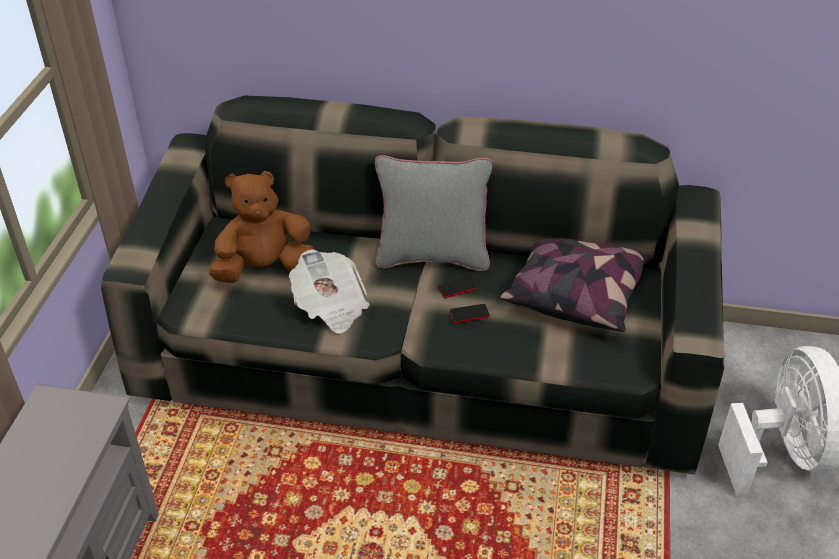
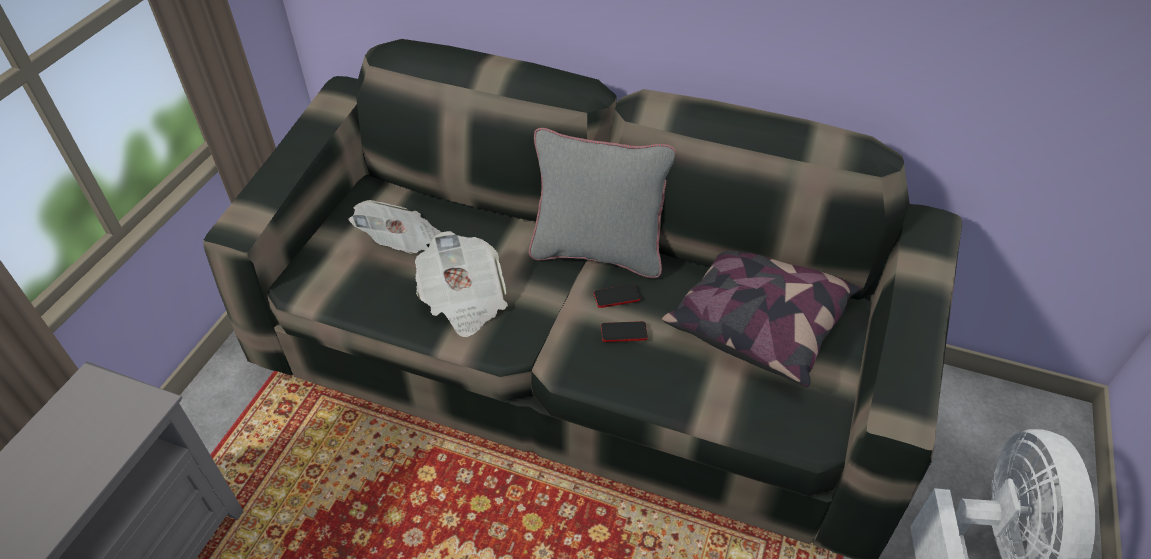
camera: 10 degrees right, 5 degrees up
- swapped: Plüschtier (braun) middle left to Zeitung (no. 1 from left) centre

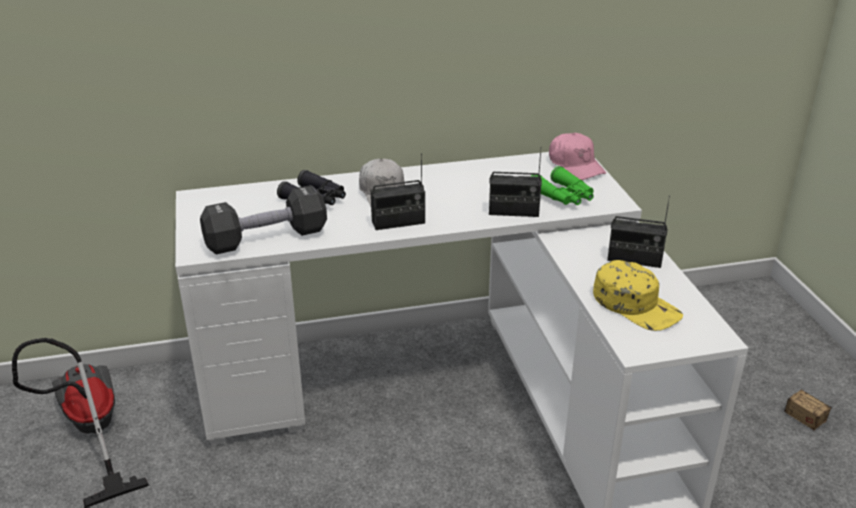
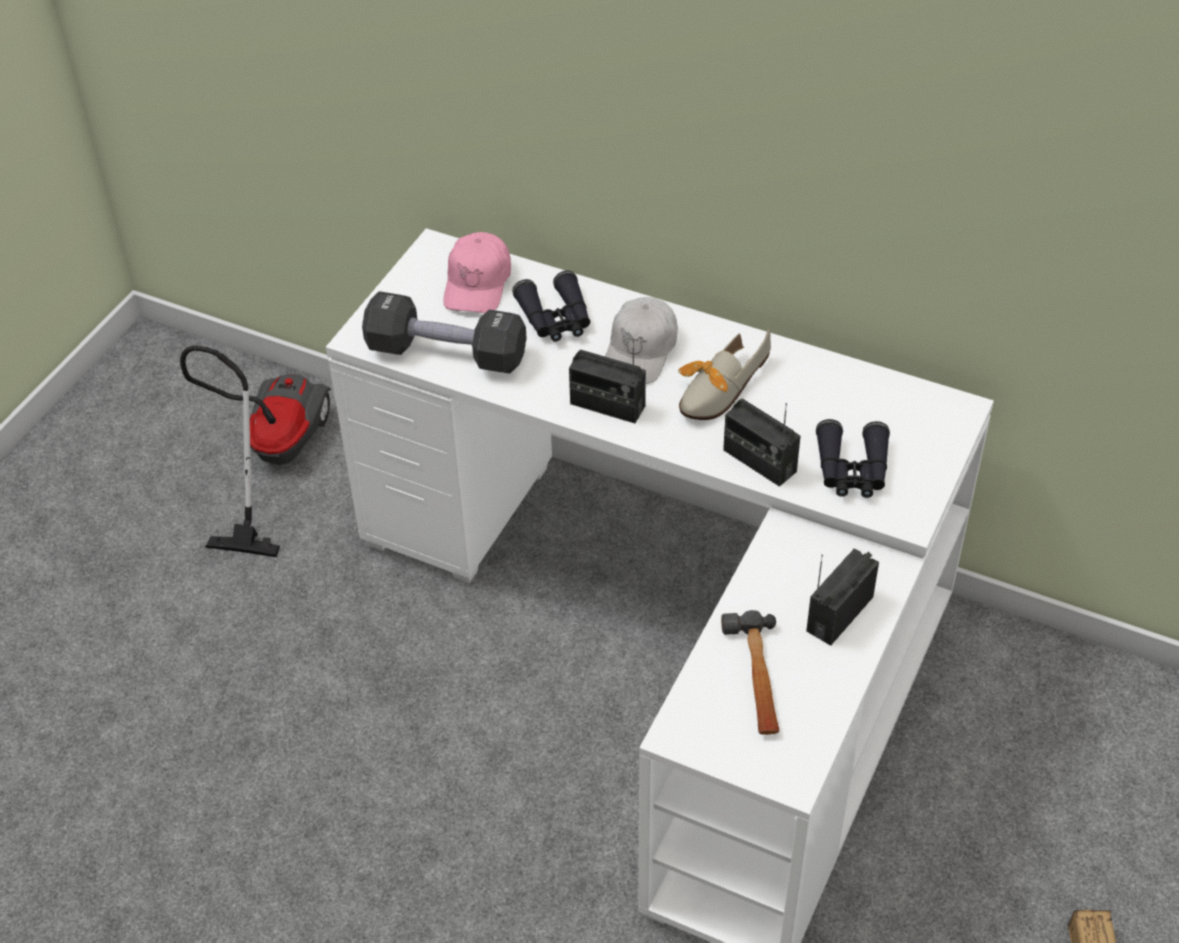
camera: 40 degrees right, 15 degrees up
- shifted: Kappe (rosa) top right to top centre
- new: Schuh centre
- swapped: Kappe (gelb) middle right to Hammer bottom centre
- rotated: Radio (no. 3 from left) middle right = middle right 75 degrees clockwise
- repainted: Fernglas (grün) centre to Fernglas (schwarz) (no. 2 from left) middle right

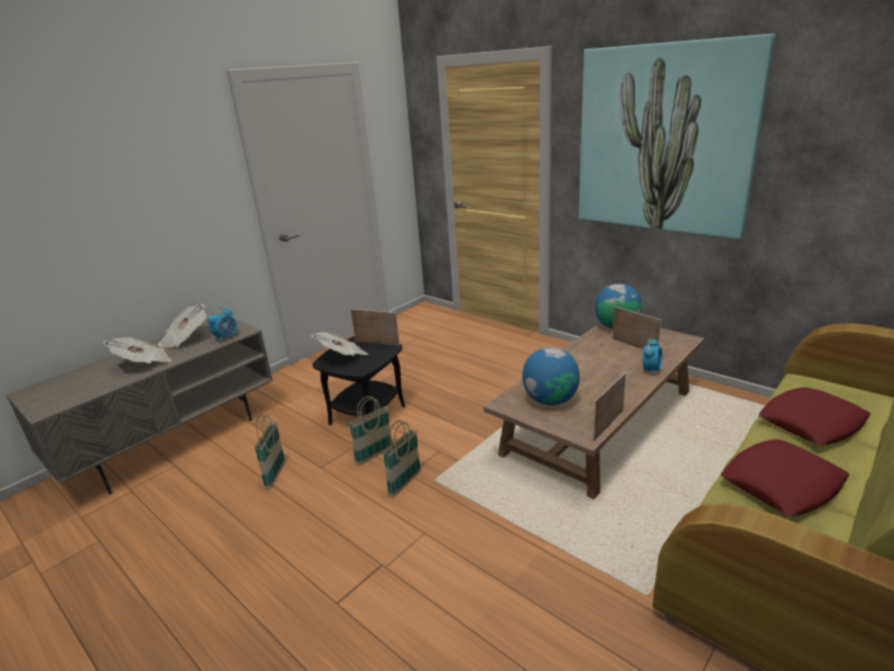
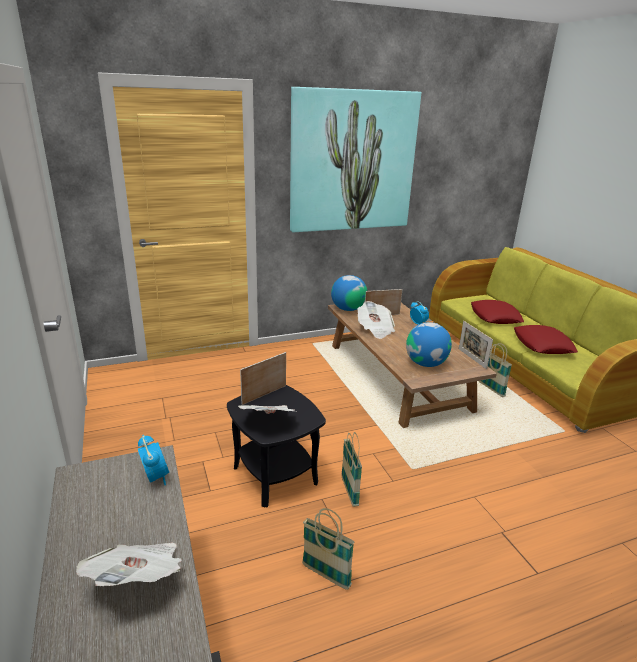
camera: 65 degrees left, 0 degrees up
- shifted: Zeitung (no. 2 from left in the first image) middle left to Zeitung (no. 3 from left) centre
- shifted: Korb (no. 3 from left) bottom centre to middle right

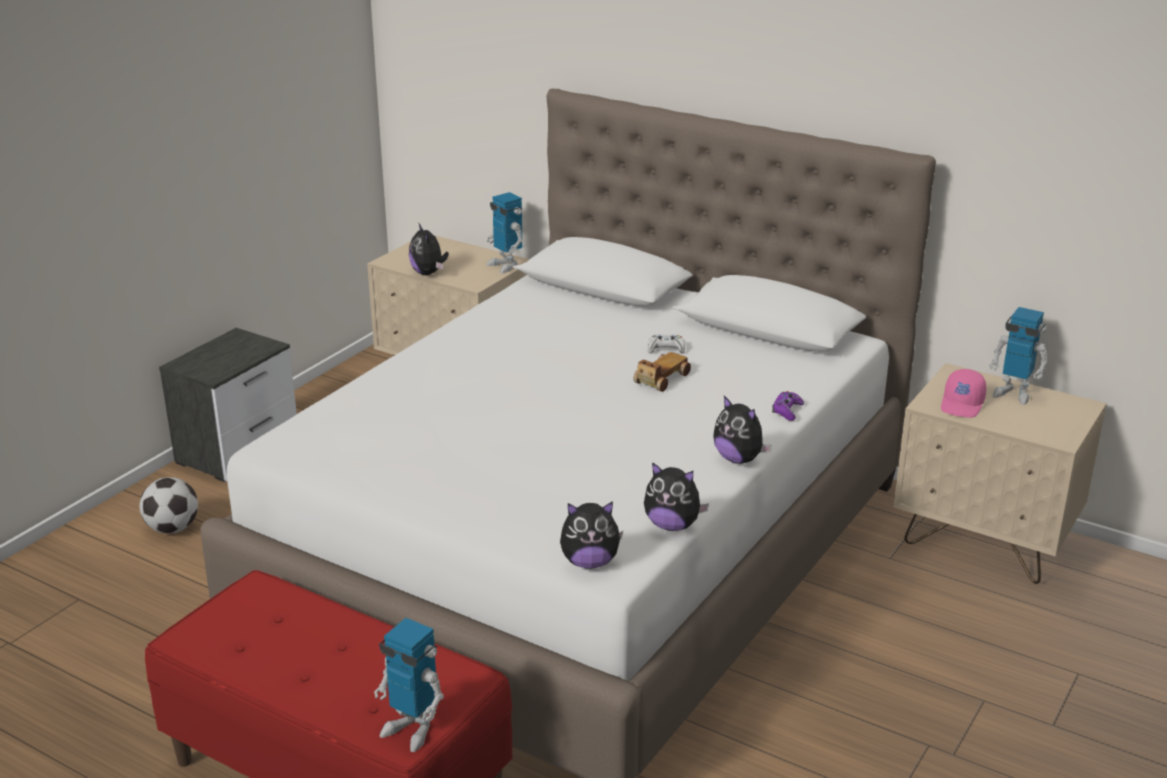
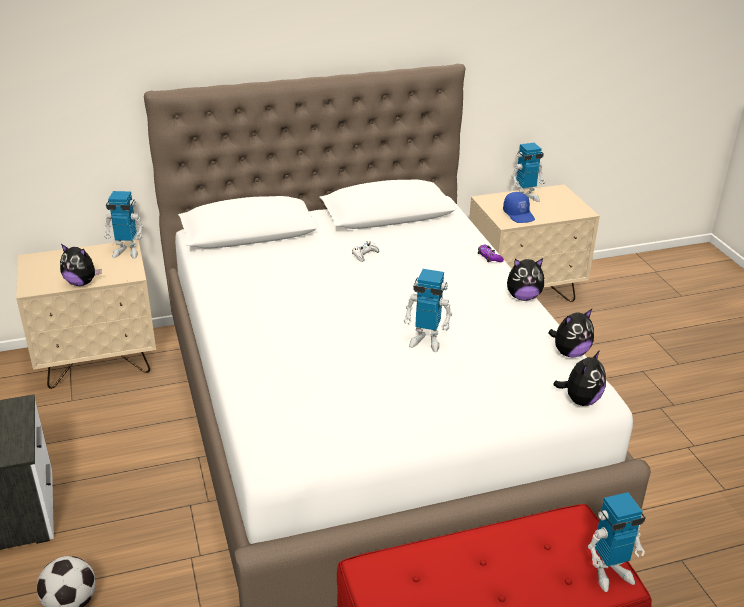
camera: 50 degrees left, 5 degrees up
- new: Spielzeugroboter (no. 2 from left) centre
- repainted: Kappe (rosa) middle right to Kappe (blau) middle right
- gone: Spielzeugauto centre

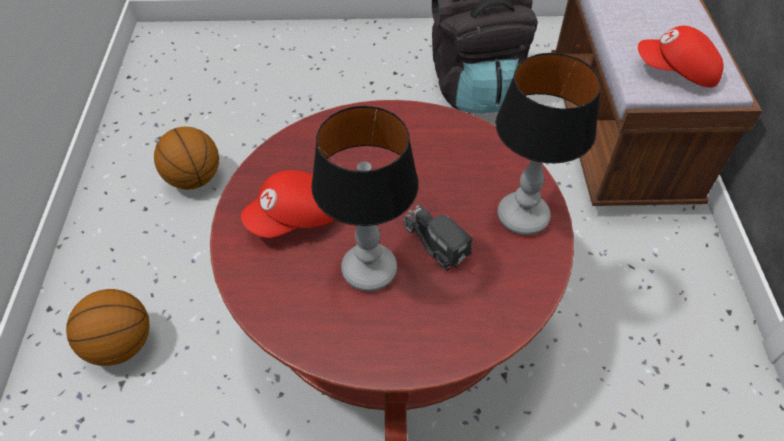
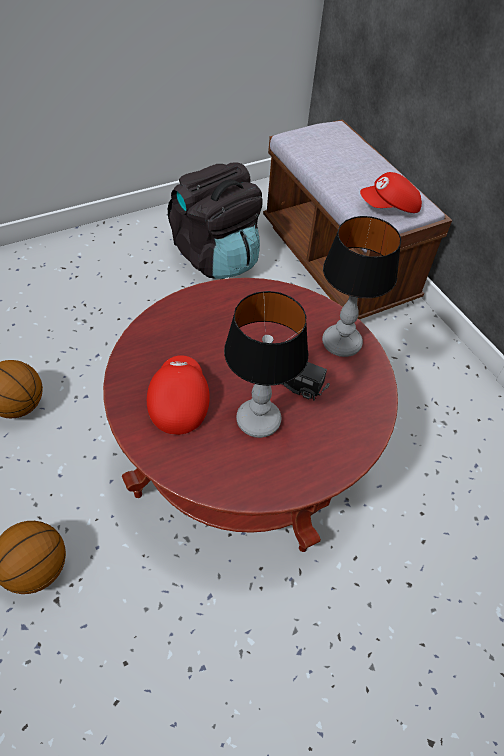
camera: 30 degrees left, 0 degrees up
- rotated: Kappe (rot) (no. 1 from left) centre = centre 150 degrees clockwise

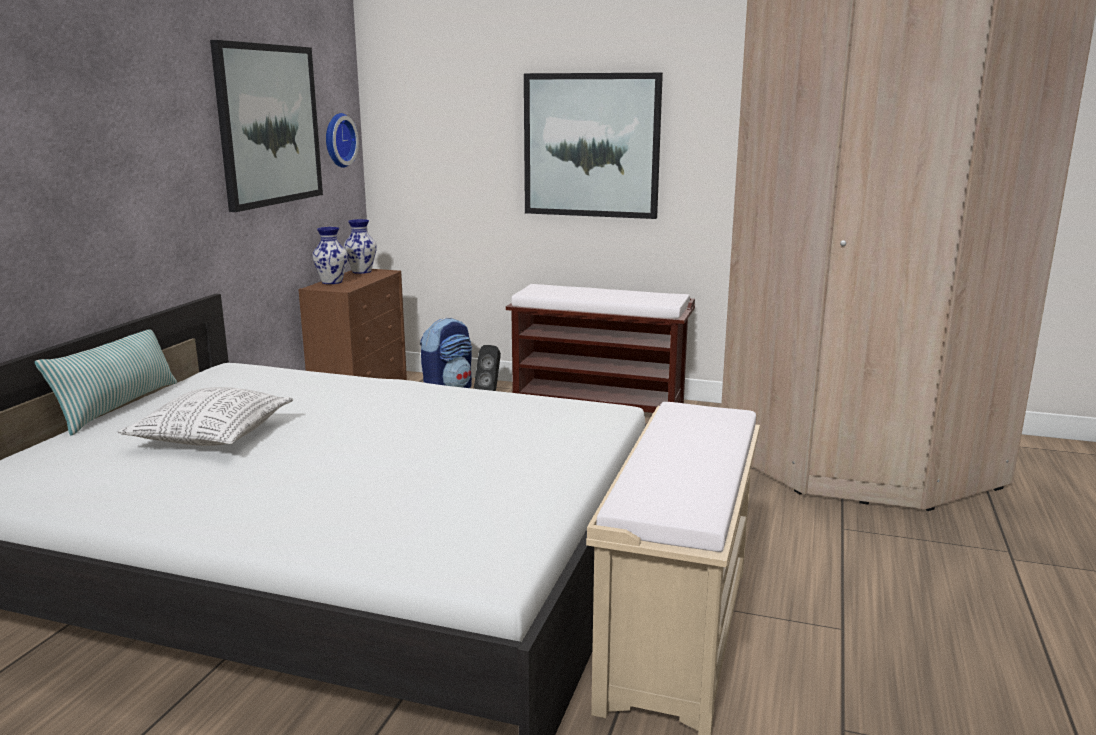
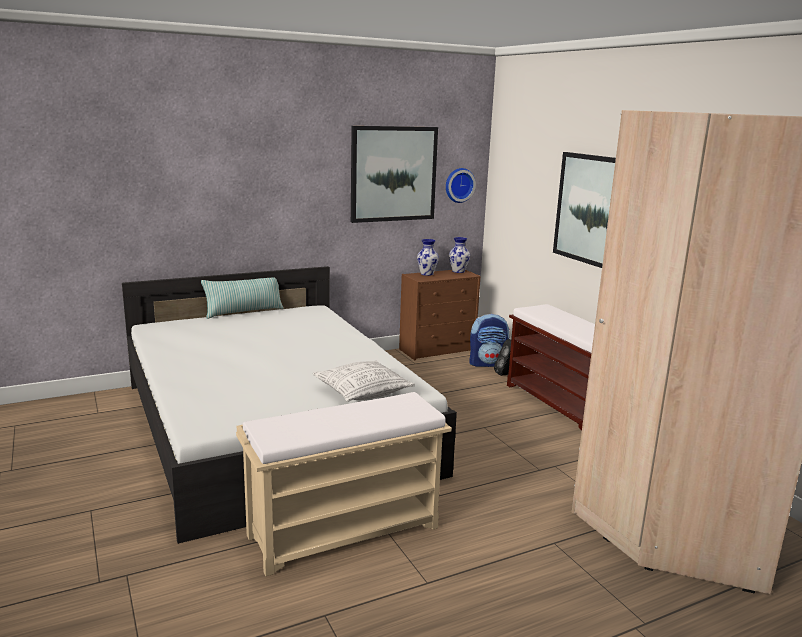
camera: 45 degrees right, 0 degrees up
- shifted: Kissen (no. 2 from left) middle left to centre

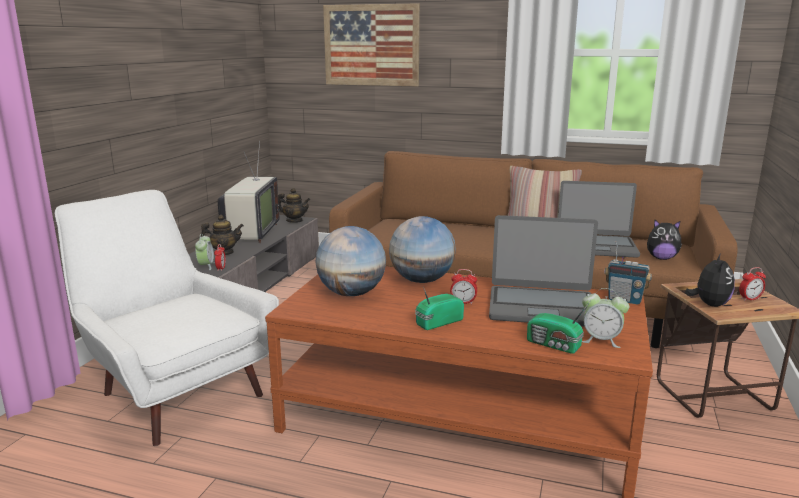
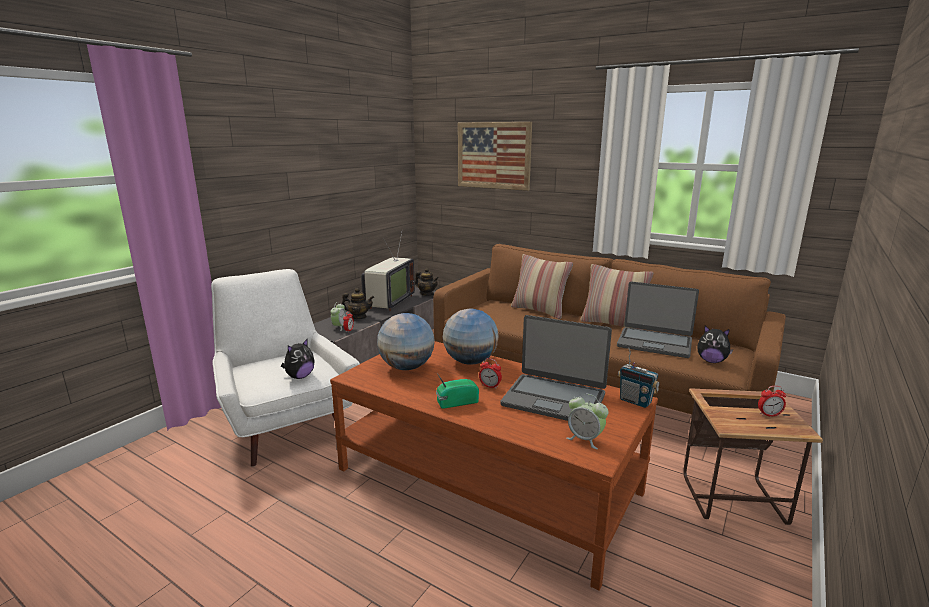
camera: 15 degrees right, 0 degrees up
- shifted: Plüschtier (no. 2 from left in the first image) middle right to Plüschtier (no. 1 from left) middle left
- new: Kissen (no. 1 from left) centre
- gone: Radio (no. 2 from left) middle right

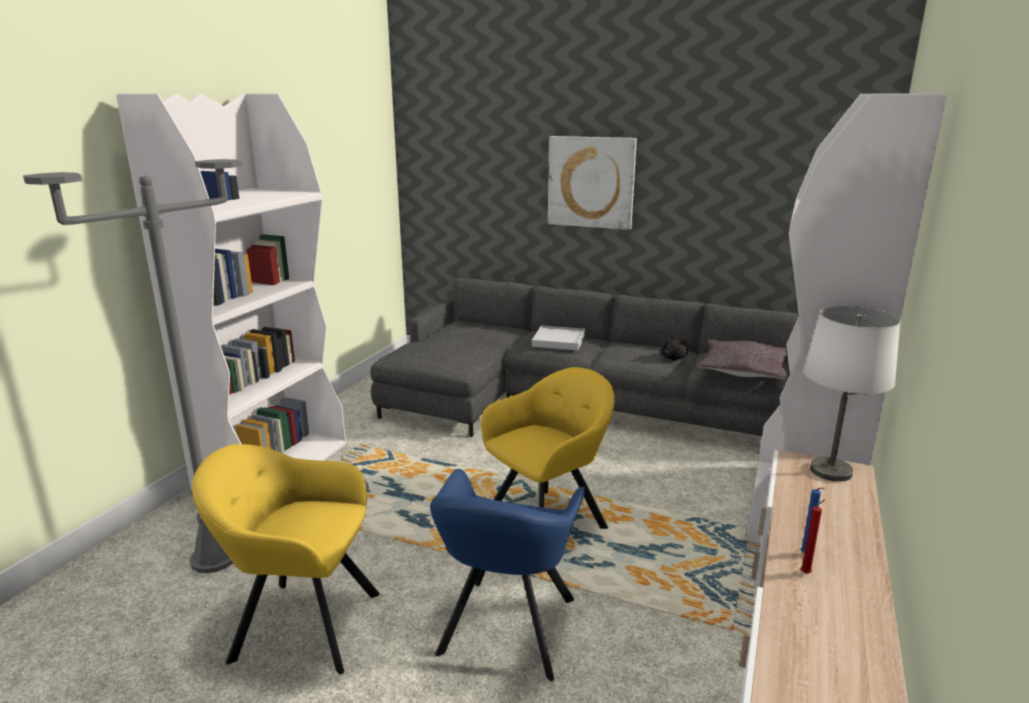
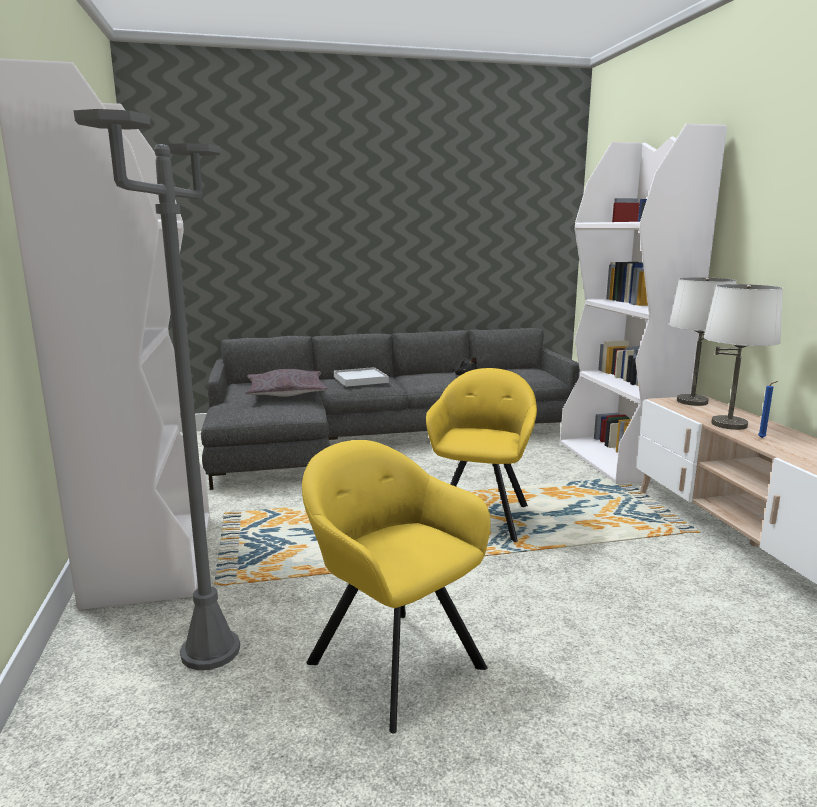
camera: 35 degrees left, 5 degrees down
- shifted: Kissen (grau) middle right to centre
- rotated: Sessel (gelb) (no. 1 from left) bottom left = bottom centre 75 degrees clockwise
- new: Tischlampe (weiß) (no. 2 from left) middle right
- gone: Sessel (blau) bottom centre
- gone: Bild top centre
- gone: Kerze (rot) bottom right

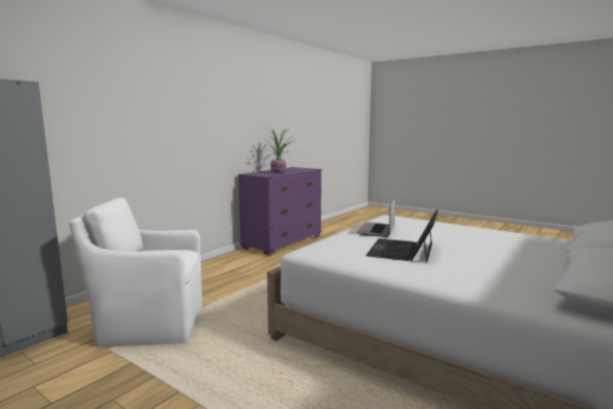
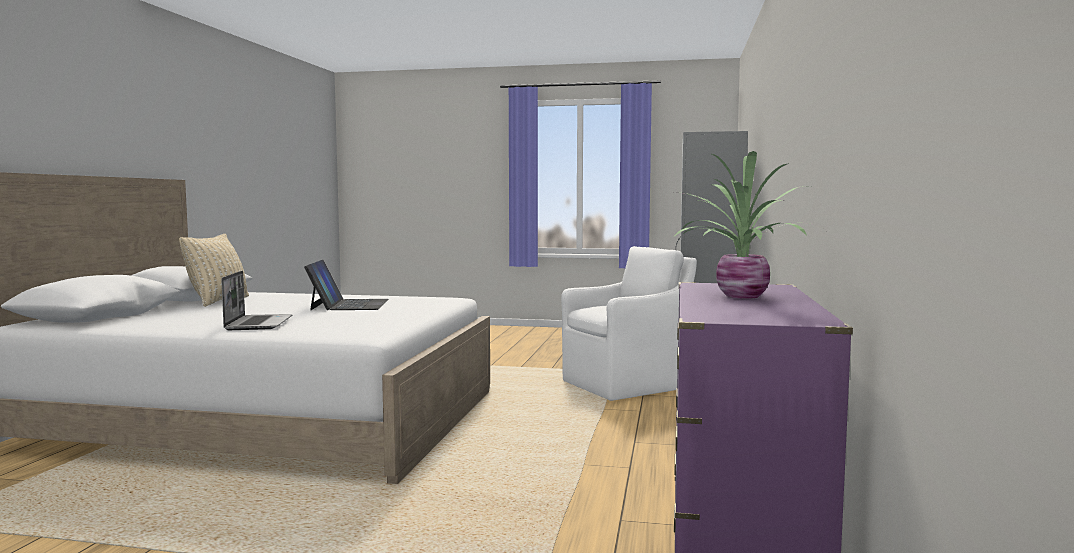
camera: 155 degrees right, 5 degrees down
- new: Kissen (beige) middle left
- shifted: Laptop (no. 1 from left) centre to middle left

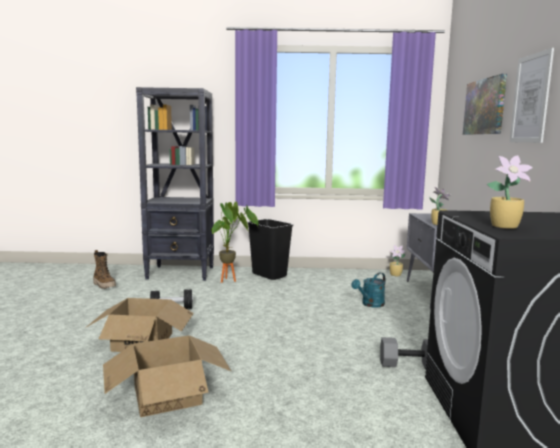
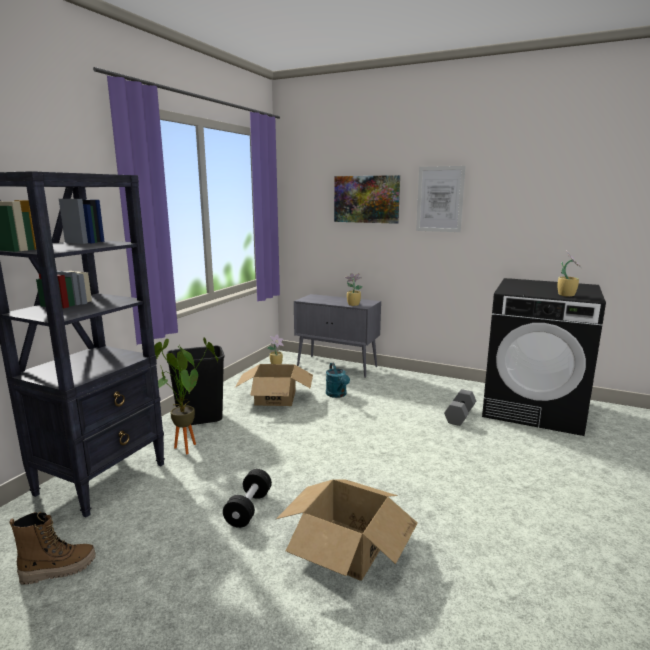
camera: 65 degrees left, 5 degrees up
- shifted: Karton (no. 2 from left in the first image) bottom left to Karton (no. 1 from left) centre

